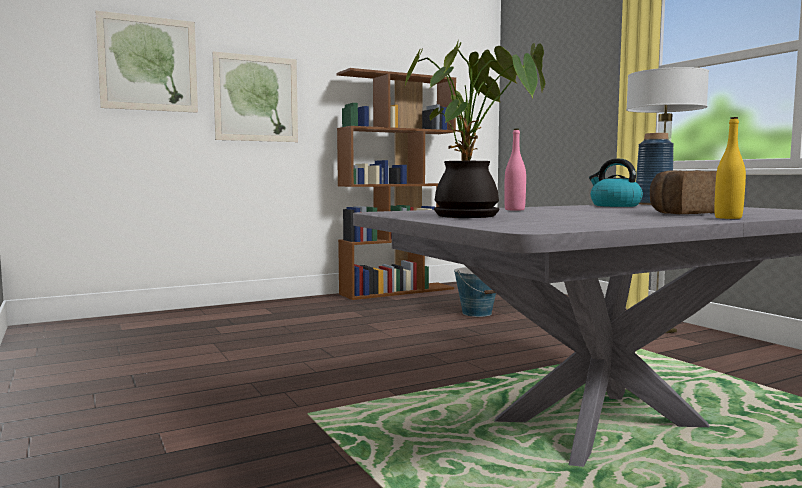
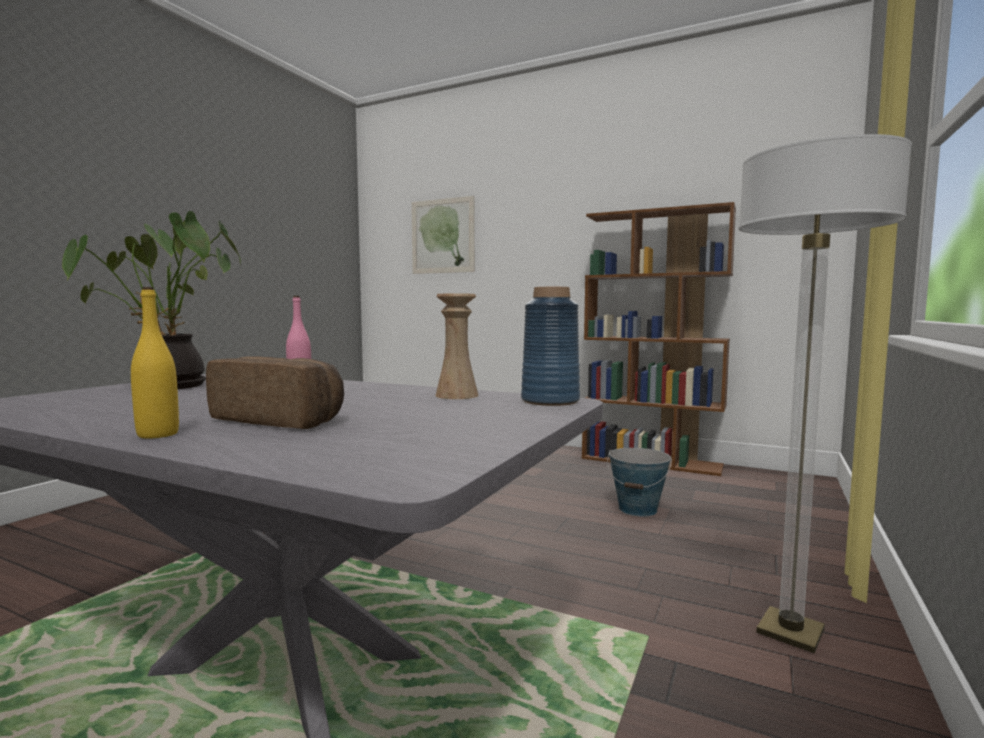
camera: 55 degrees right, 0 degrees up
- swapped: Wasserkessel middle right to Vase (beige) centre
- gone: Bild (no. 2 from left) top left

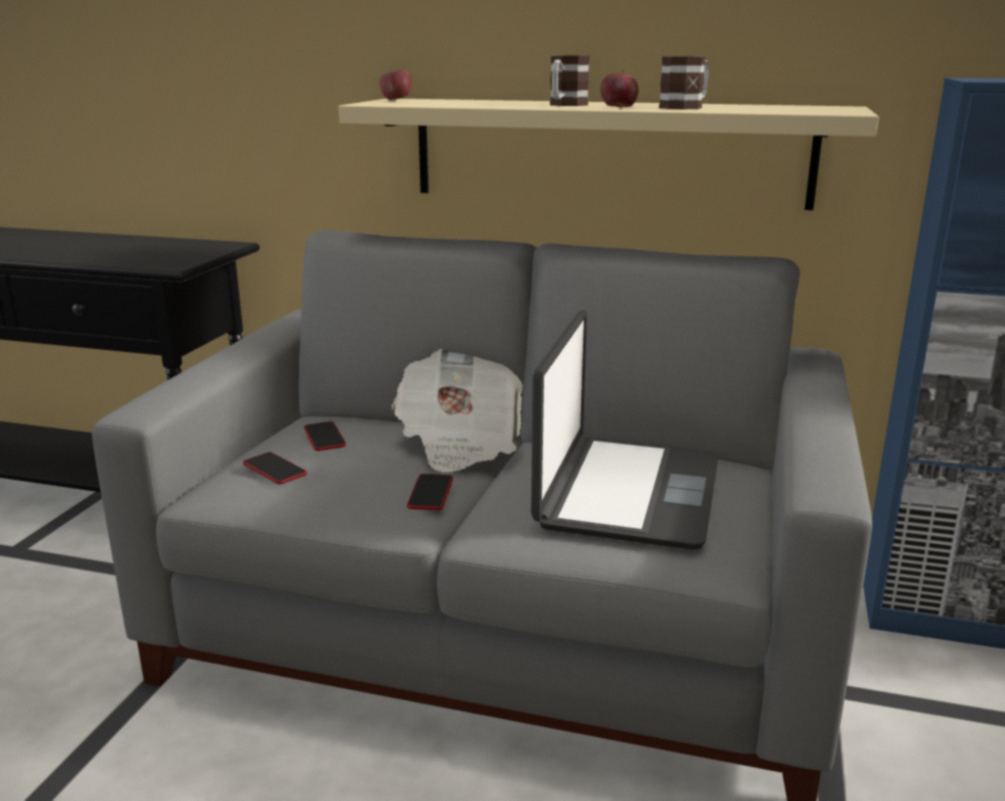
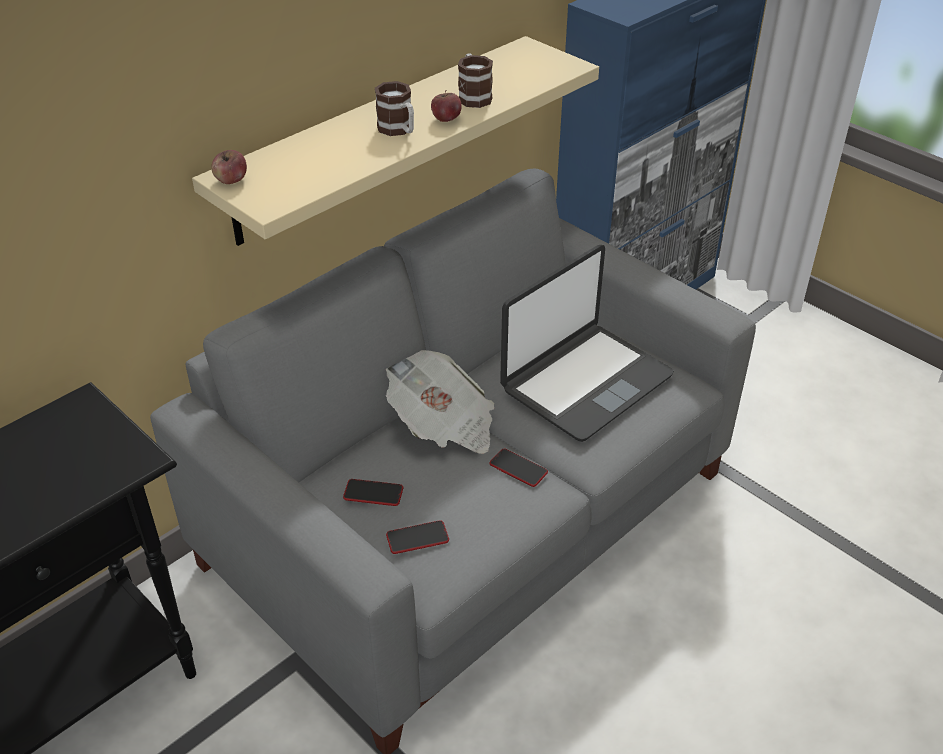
camera: 60 degrees left, 20 degrees up
- rotated: Laptop centre = centre 90 degrees clockwise

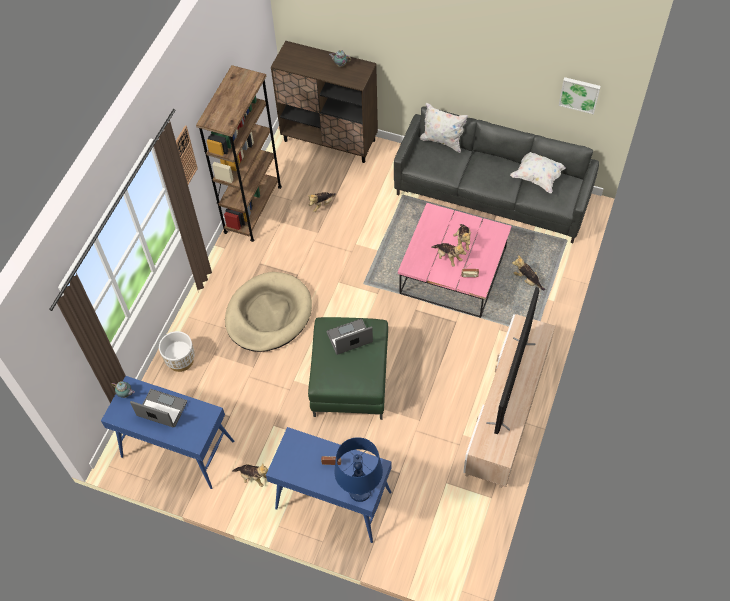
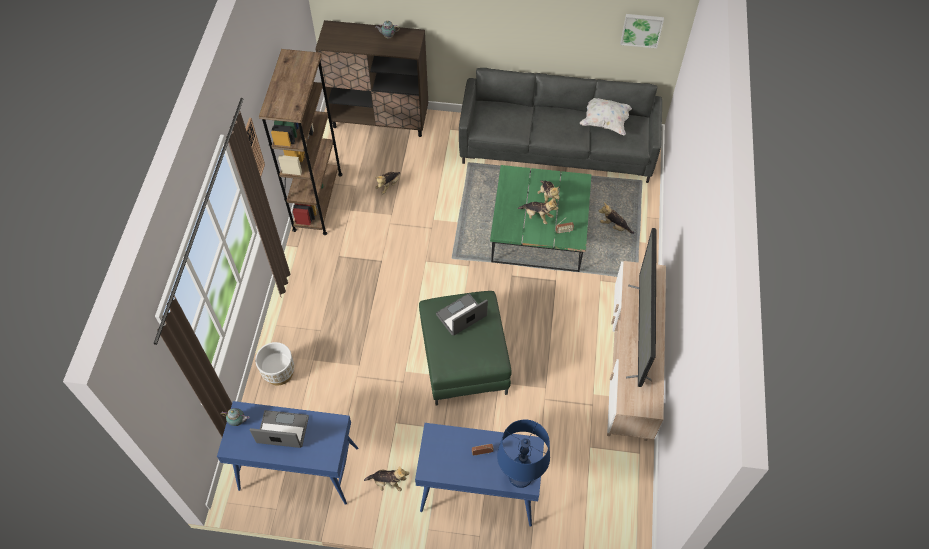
camera: 15 degrees left, 0 degrees up
- repainted: Couchtisch (rosa) centre to Couchtisch (grün) centre
- gone: Hundebett (beige) centre
- gone: Kissen (weiß) (no. 1 from left) top centre

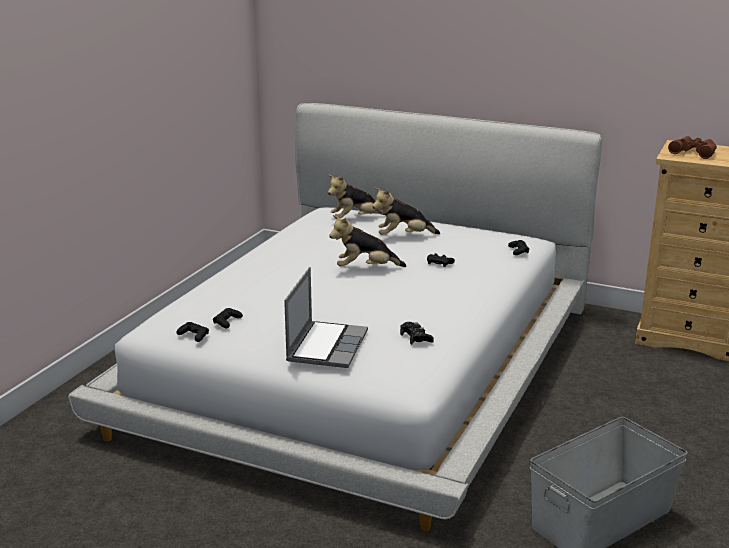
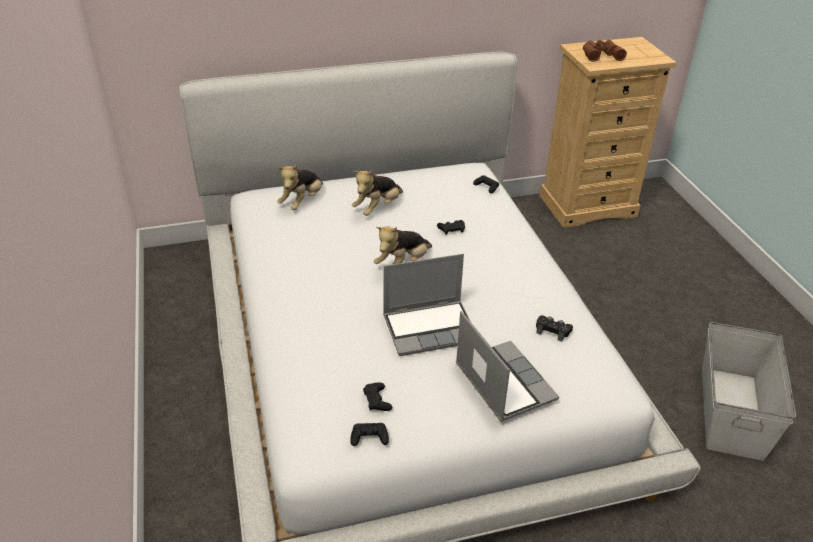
camera: 40 degrees left, 15 degrees up
- new: Laptop (no. 1 from left) centre

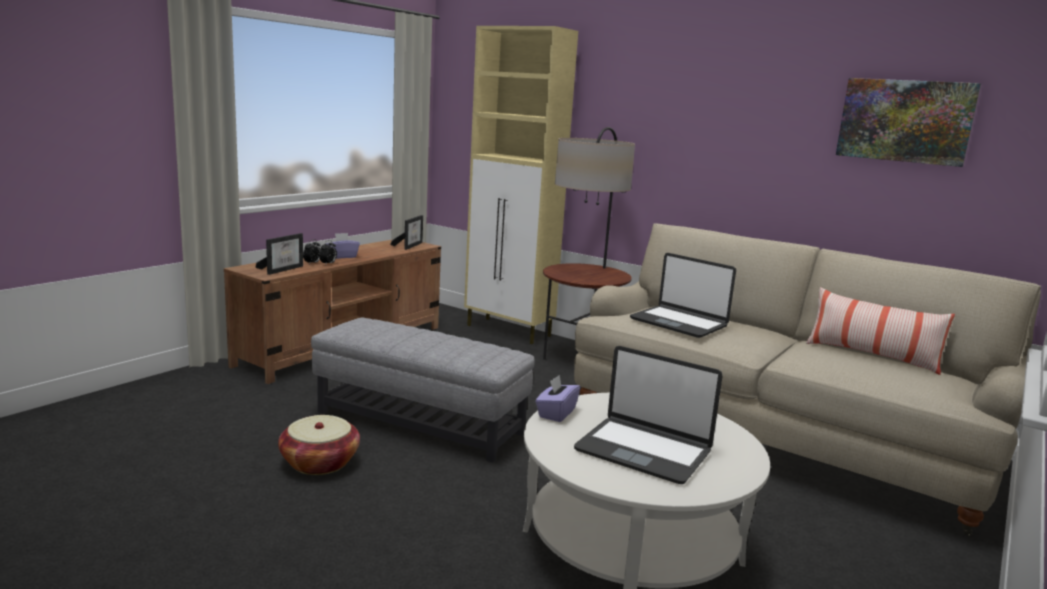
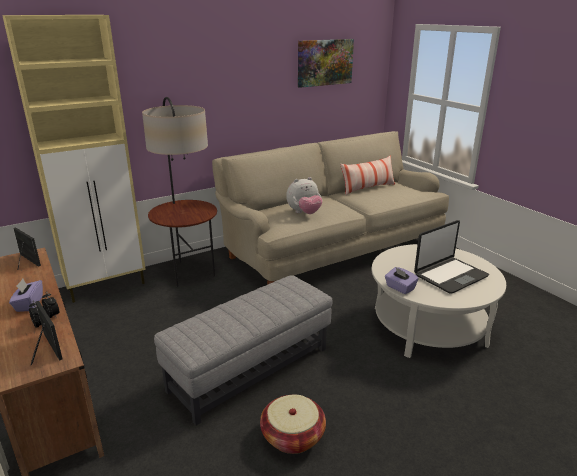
camera: 65 degrees left, 10 degrees up
- swapped: Laptop (no. 2 from left) centre to Plüschtier centre

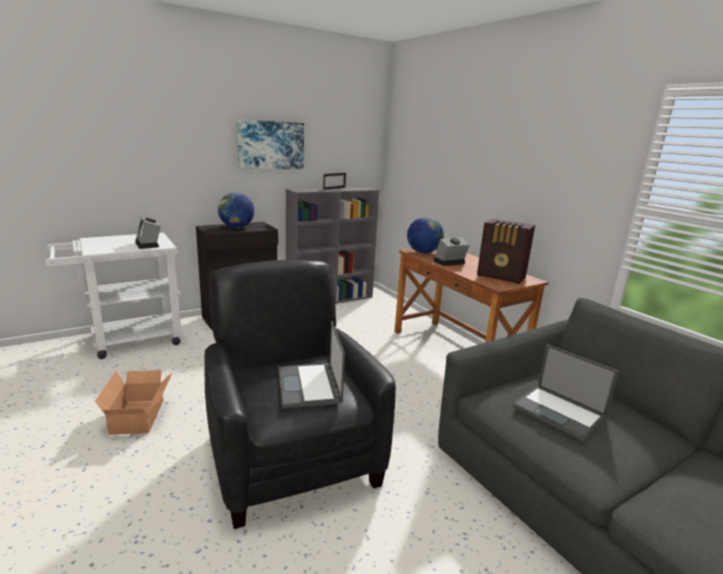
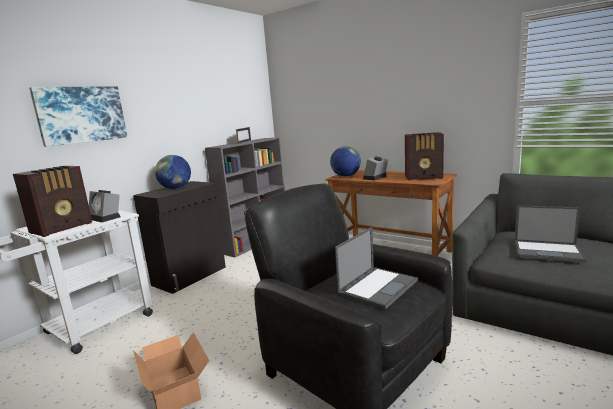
camera: 20 degrees left, 5 degrees down
- new: Radio (no. 1 from left) middle left
- shifted: Bild top centre to top left
- rotated: Laptop (no. 1 from left) centre = centre 105 degrees counterclockwise

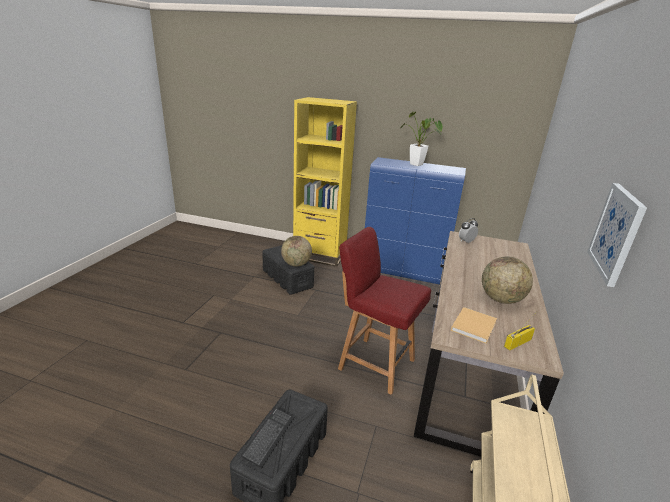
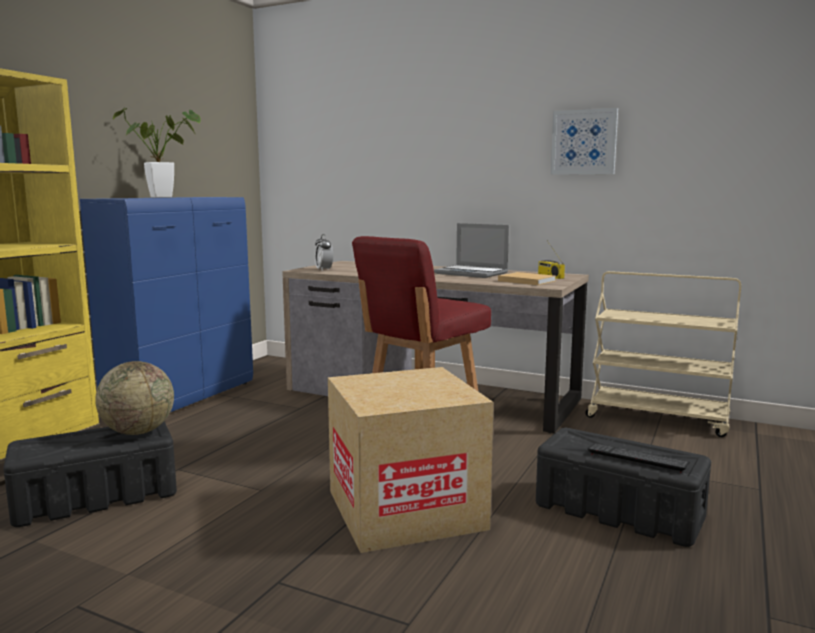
camera: 80 degrees left, 15 degrees down
- new: Karton bottom centre
- swapped: Globus (no. 2 from left) middle right to Laptop centre

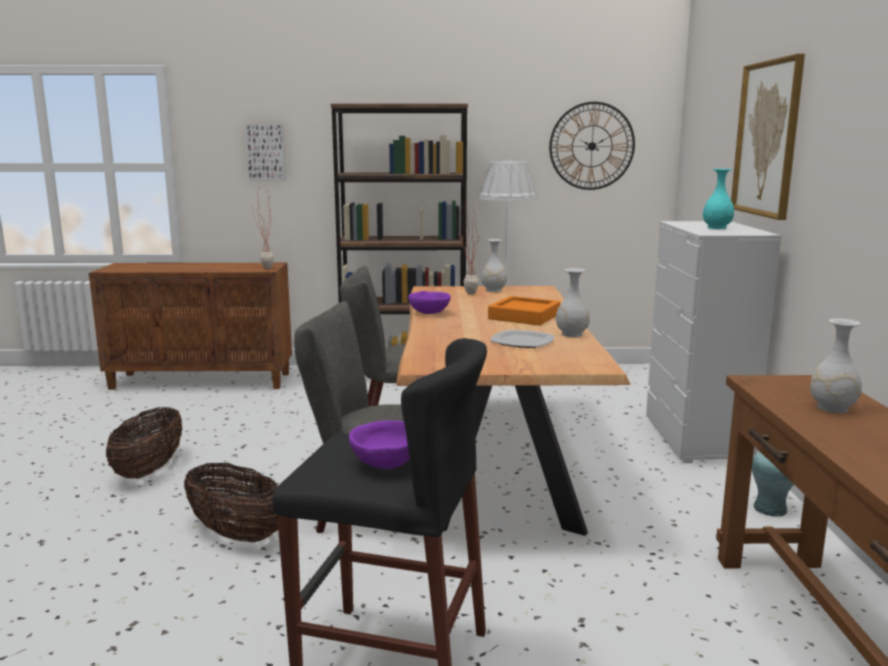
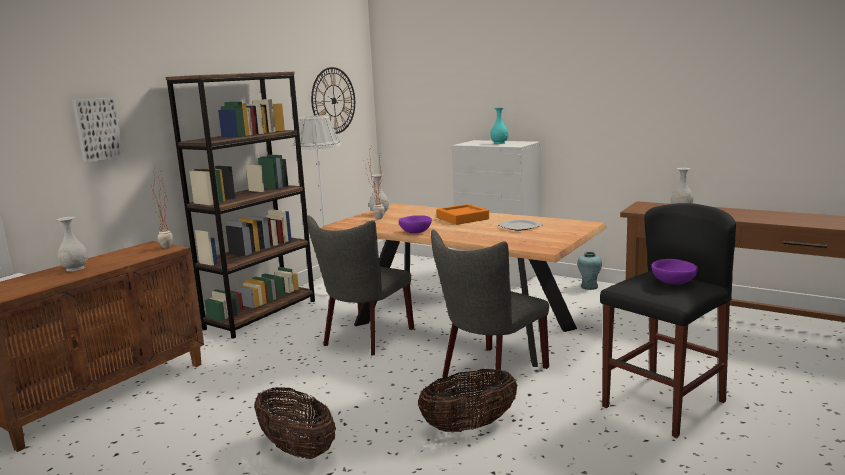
camera: 55 degrees left, 0 degrees up
- shifted: Vase (weiß) (no. 2 from left in the first image) centre to Vase (weiß) (no. 1 from left) middle left
- gone: Bild (no. 2 from left) top right

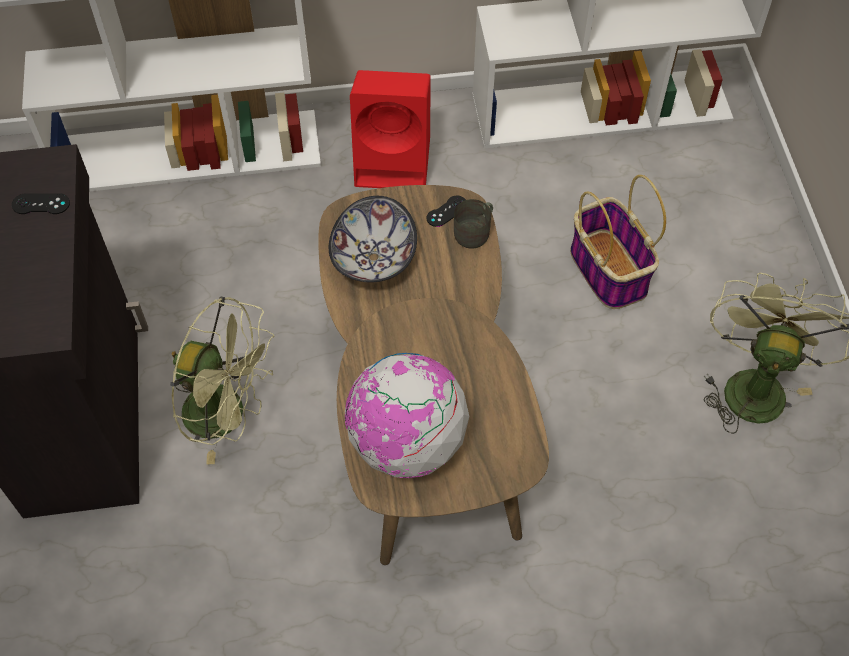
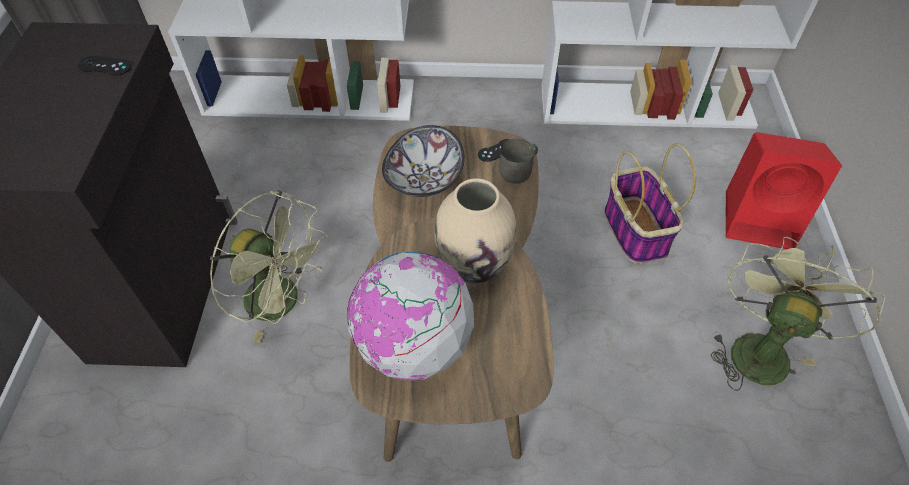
camera: 10 degrees right, 5 degrees down
- new: Vase (beige) centre
- shifted: Lautsprecher (rot) top centre to middle right

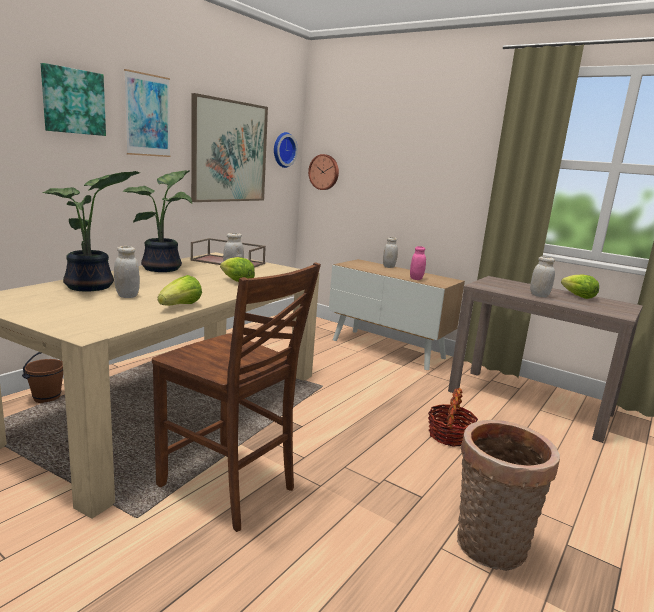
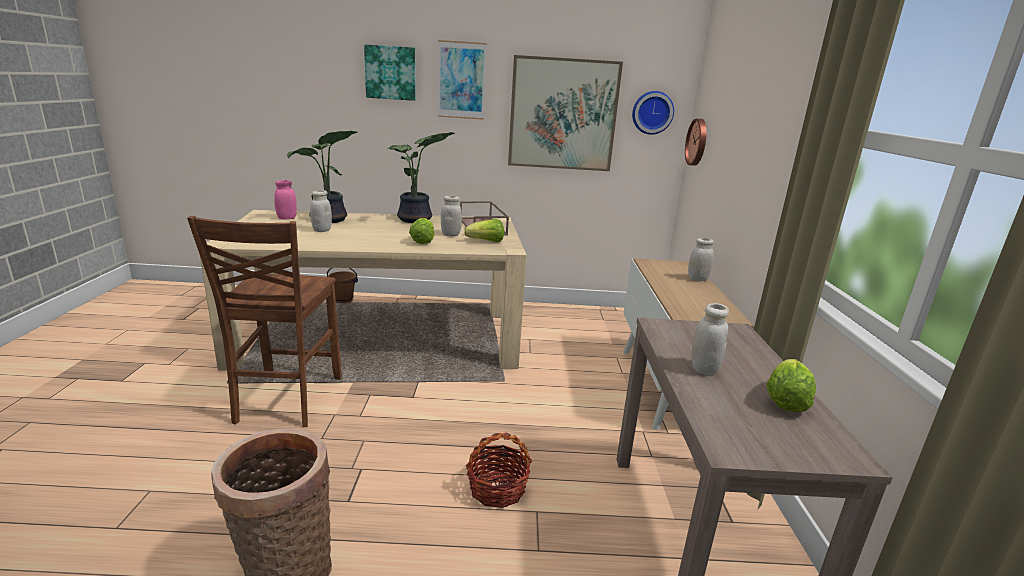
camera: 55 degrees right, 5 degrees up
- shifted: Vorratsglas (rosa) centre to middle left
- shifted: Salatkopf (no. 1 from left in the first image) middle left to Salatkopf (no. 2 from left) centre

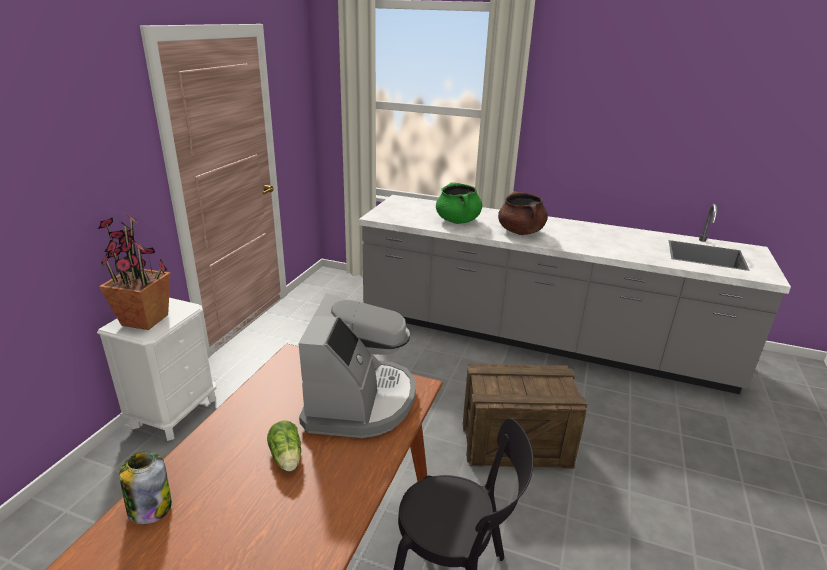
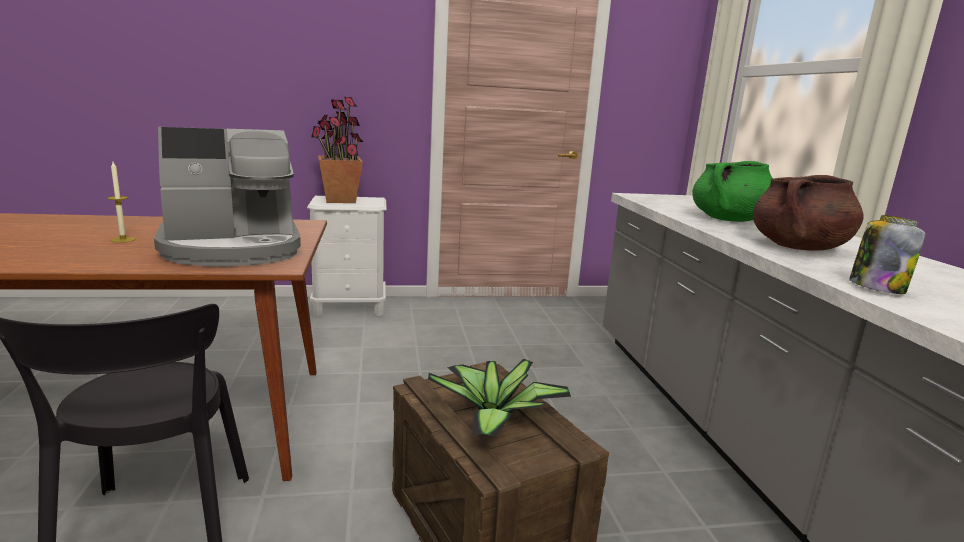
camera: 60 degrees right, 10 degrees down
- swapped: Salatkopf bottom centre to Kerze middle left
- new: Topfpflanze (no. 2 from left) bottom centre
- shifted: Vorratsglas bottom left to middle right

